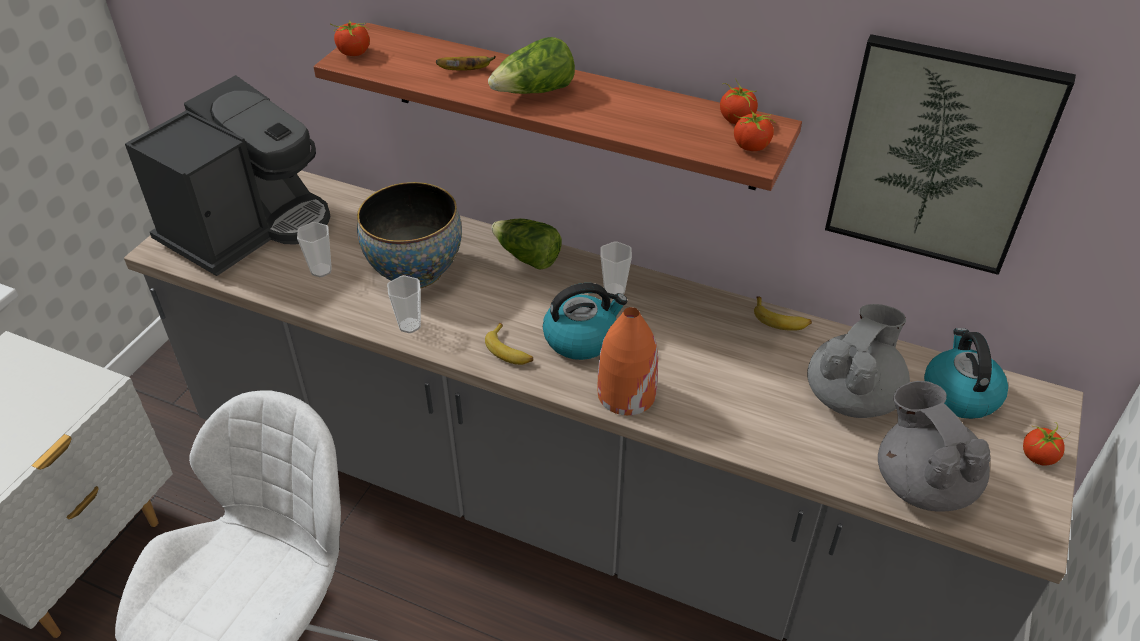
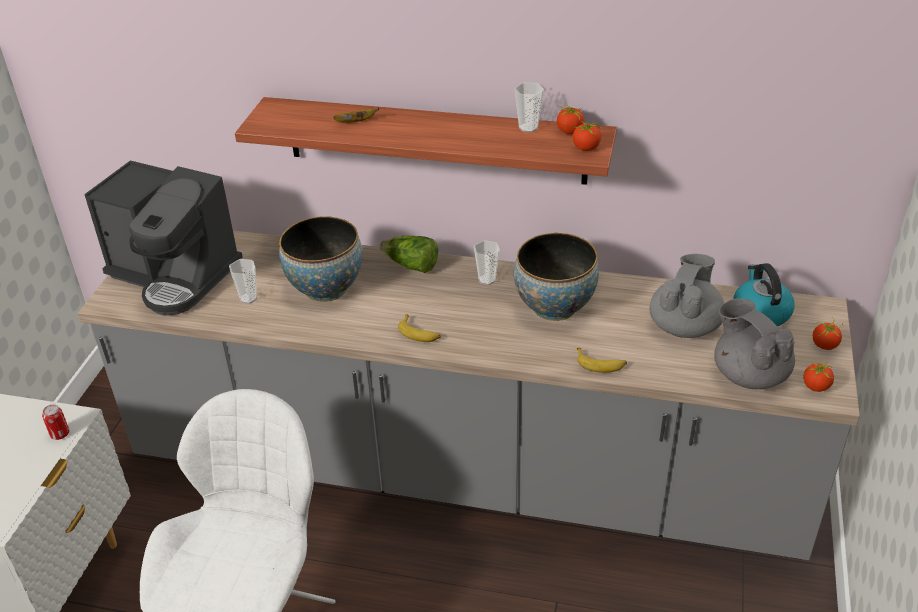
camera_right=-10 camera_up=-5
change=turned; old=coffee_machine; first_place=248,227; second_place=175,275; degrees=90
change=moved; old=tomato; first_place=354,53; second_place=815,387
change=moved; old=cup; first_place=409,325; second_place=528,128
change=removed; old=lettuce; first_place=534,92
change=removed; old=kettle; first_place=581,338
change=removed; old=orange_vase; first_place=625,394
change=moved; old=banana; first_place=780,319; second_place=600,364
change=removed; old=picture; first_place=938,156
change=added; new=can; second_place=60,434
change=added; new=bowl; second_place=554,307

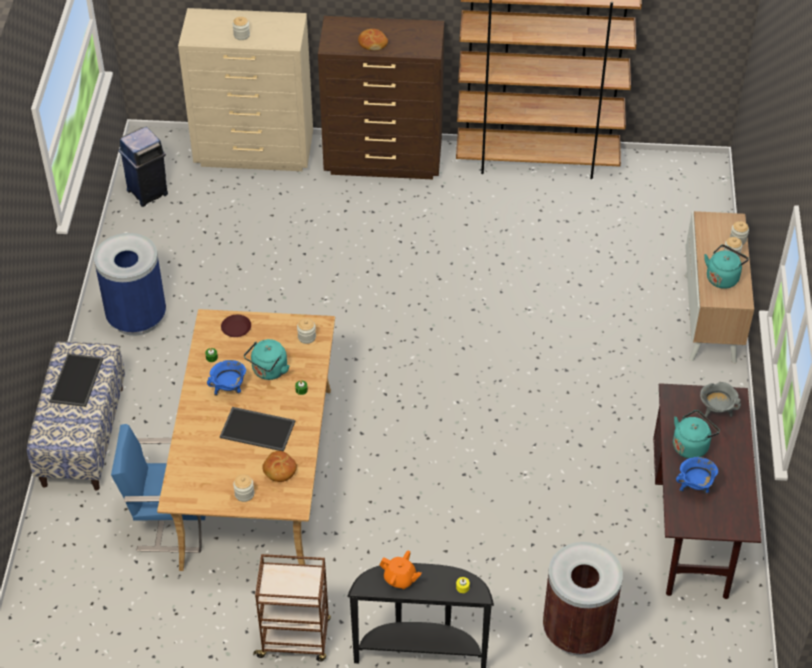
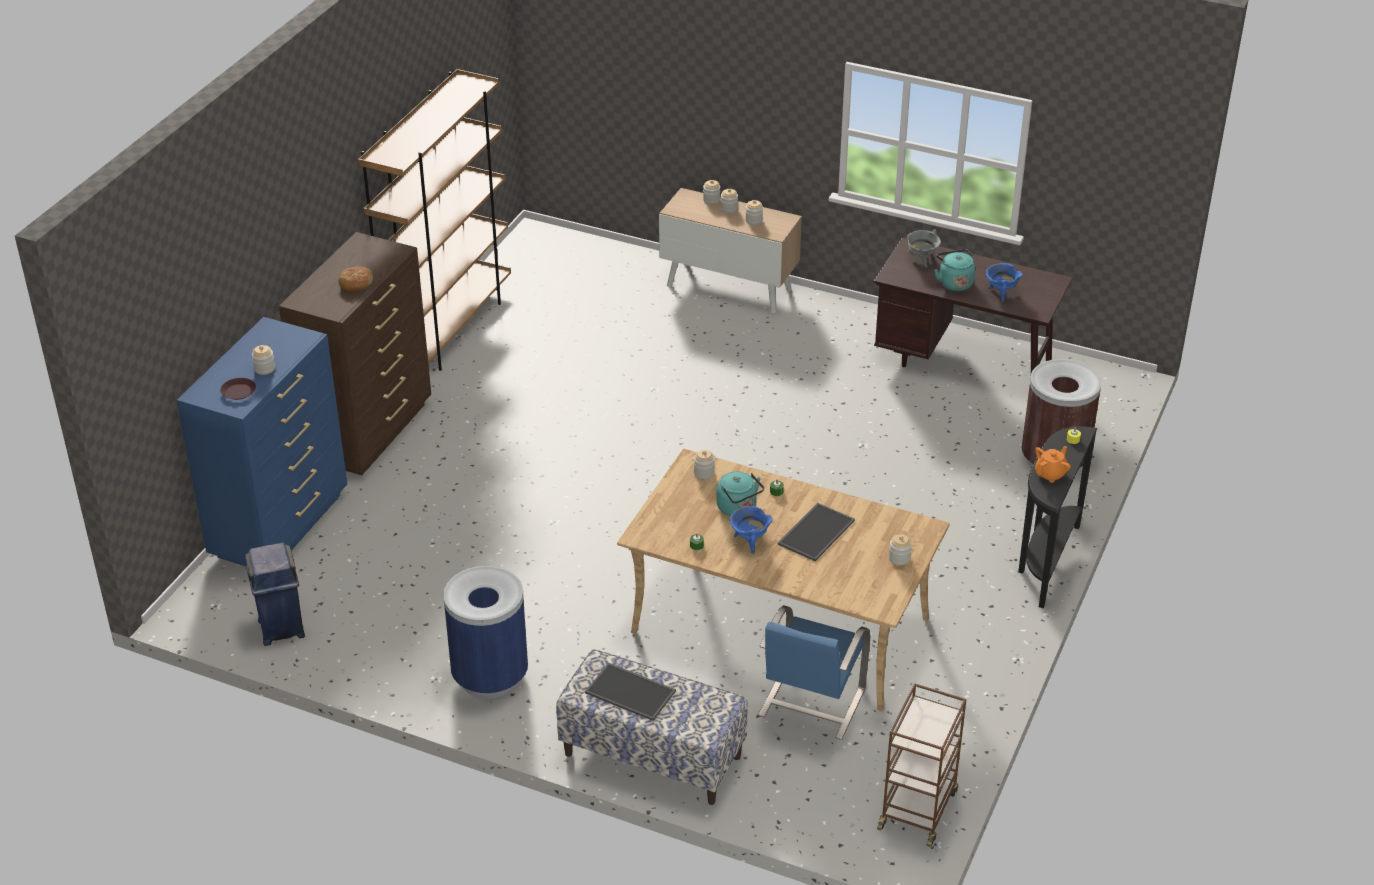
camera_right=-70 camera_up=-10
change=recoloured; old=beige_dresser; new=blue_dresser; first_place=255,153; second_place=281,525
change=moved; old=brown_plate; first_place=236,328; second_place=238,392
change=moved; old=brown_cart; first_place=295,639; second_place=918,809
change=removed; old=bread; first_place=279,470
change=replaced; old=turquoise_kettle; new=jar; first_place=723,277; second_place=754,220

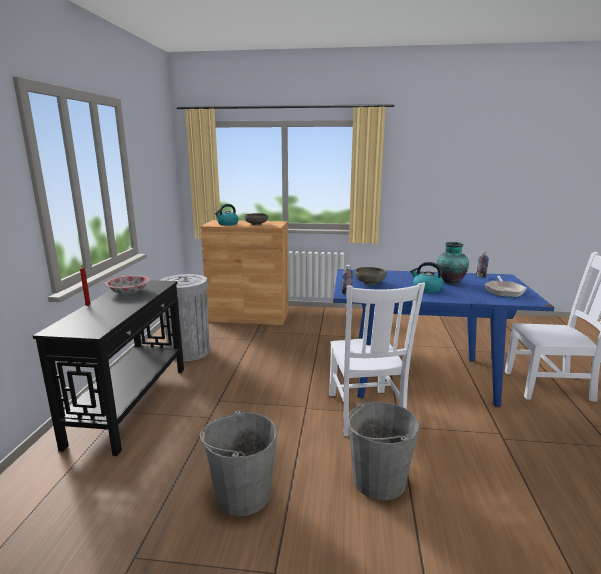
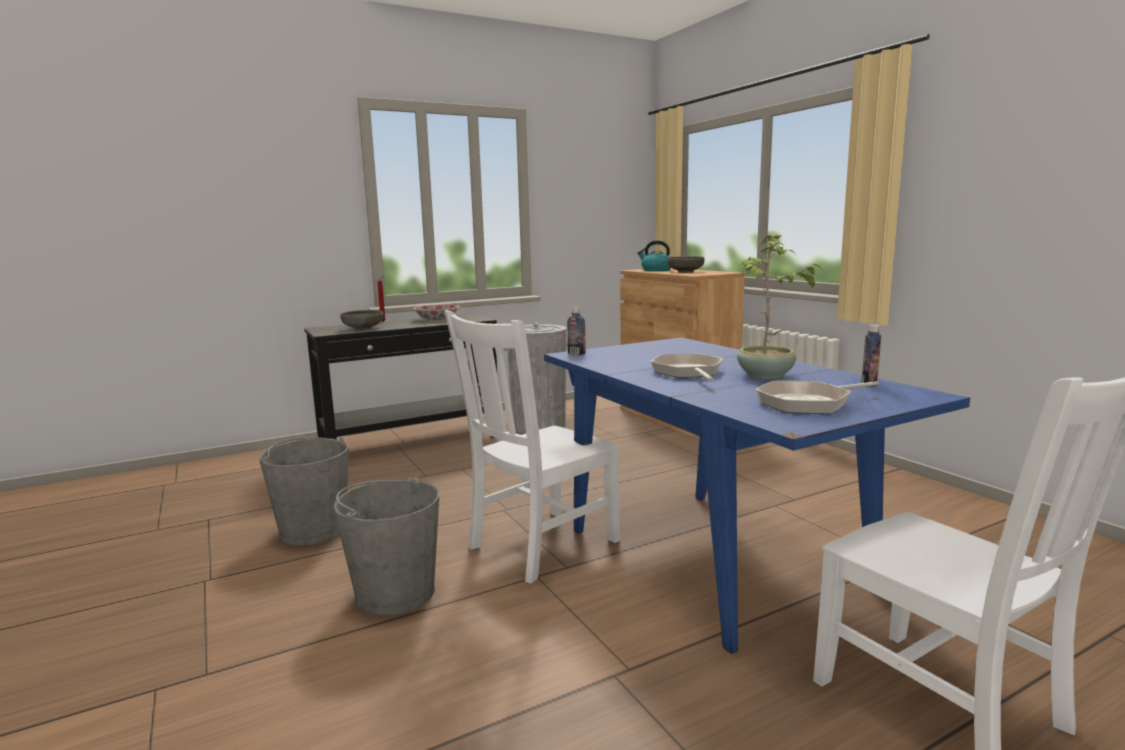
camera_right=55 camera_up=-5
change=moved; old=grey_bowl; first_place=370,283; second_place=363,329
change=replaced; old=kettle; new=frying_pan; first_place=426,289; second_place=688,372
change=replaced; old=vase; new=potted_plant; first_place=449,282; second_place=765,376

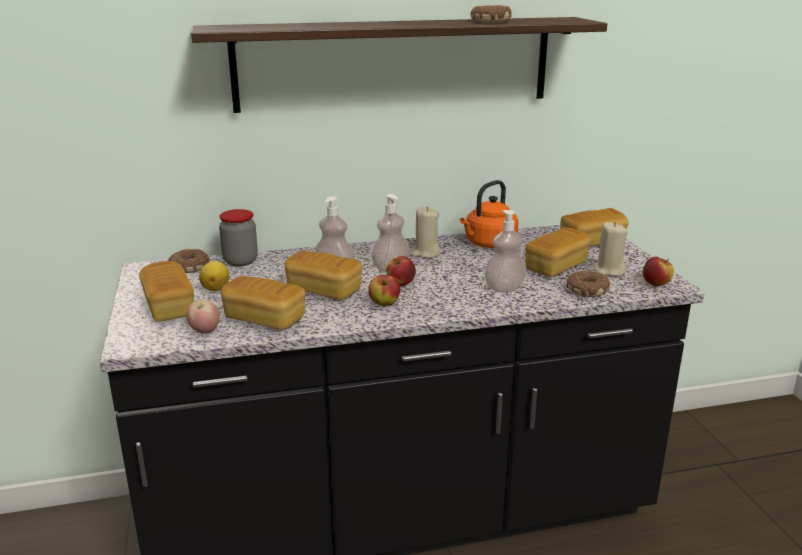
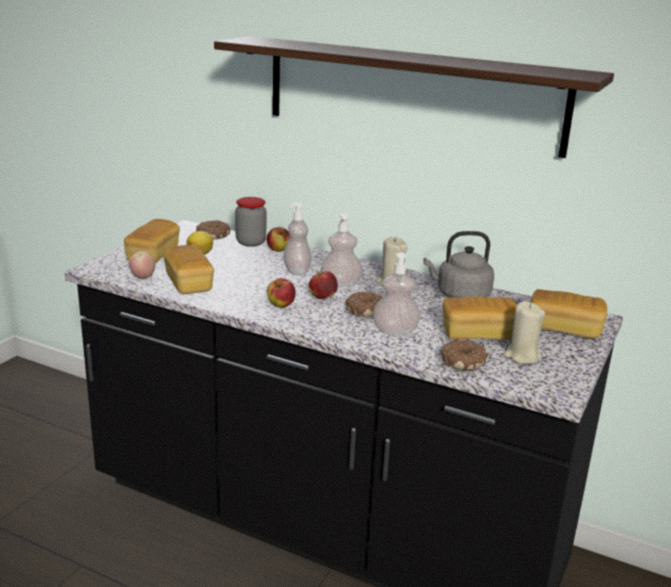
camera_right=40 camera_up=0
change=removed; old=bread; first_place=324,290
change=recoloured; old=orange_kettle; new=grey_kettle; first_place=488,244; second_place=460,295
change=moved; old=donut; first_place=490,21; second_place=365,310
change=moved; old=apple; first_place=656,284; second_place=278,250

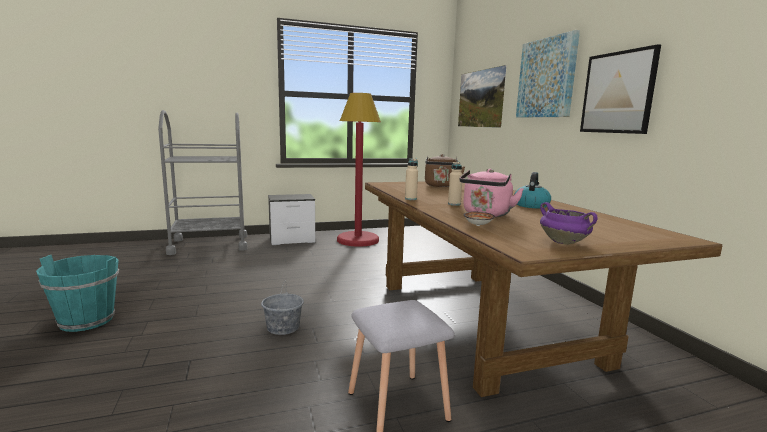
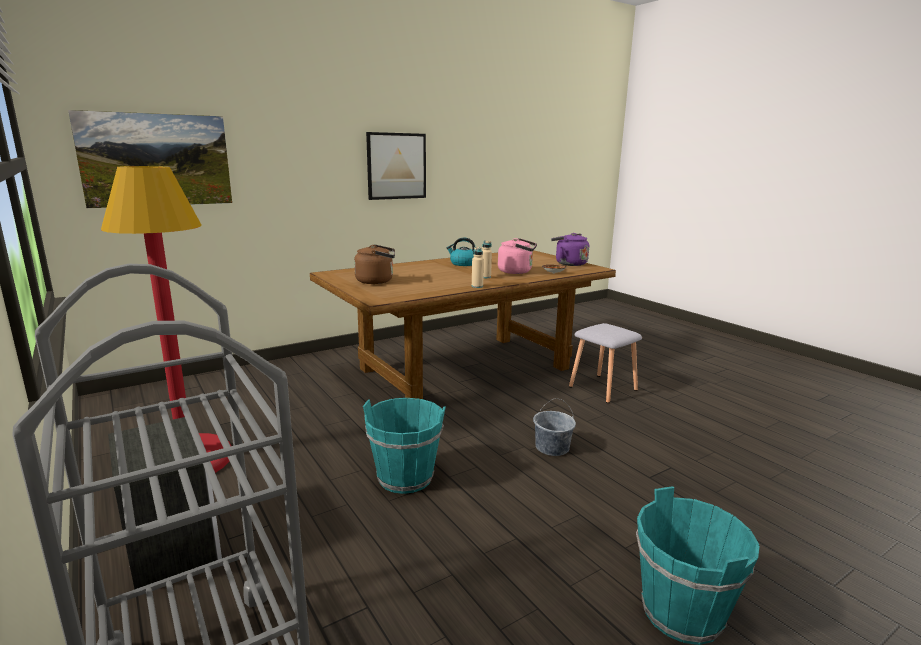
camera_right=-105 camera_up=5
change=removed; old=picture; first_place=546,78
change=replaced; old=purple_cooking_pot; new=purple_kettle; first_place=564,242; second_place=569,263
change=added; new=turquoise_bucket; second_place=405,478

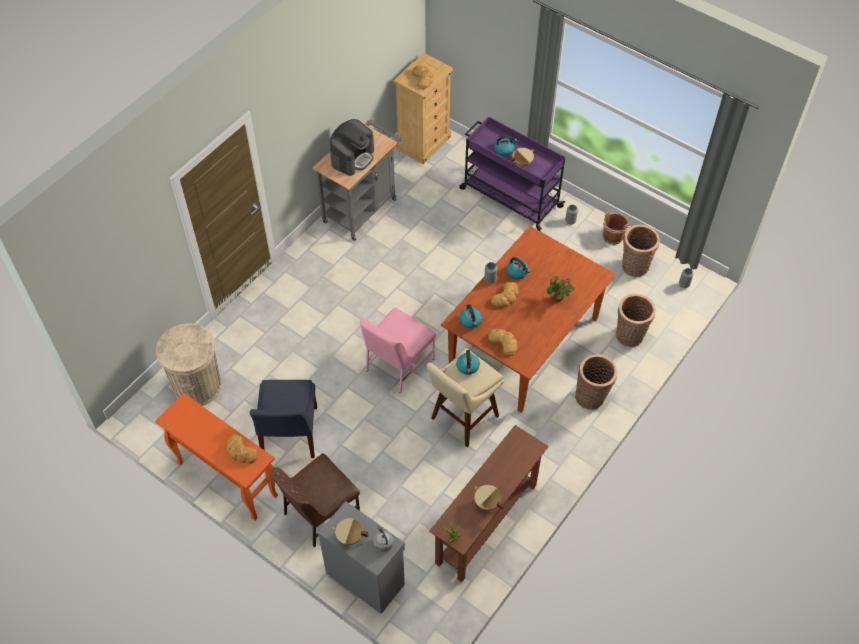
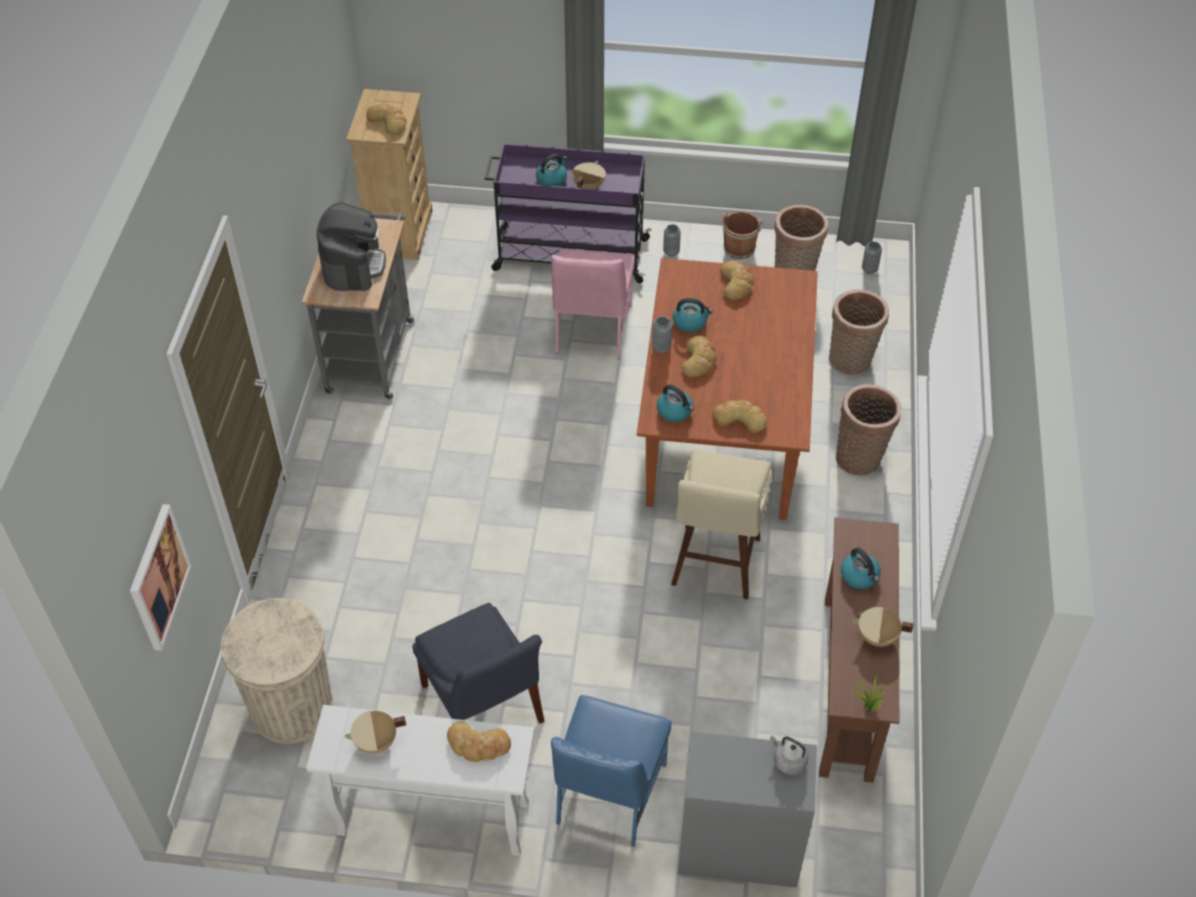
camera_right=-30 camera_up=-5
change=recoloured; old=orange_console_table; new=white_console_table; first_place=226,479; second_place=432,819
change=recoloured; old=brown_chair; new=blue_chair; first_place=320,513; second_place=608,794
change=moved; old=beige_cooking_pot; first_place=350,537; second_place=376,742
change=moved; old=pink_chair; first_place=398,365; second_place=591,330
change=moved; old=kettle; first_place=468,367; second_place=860,576
change=removed; old=potted_plant; first_place=558,298
change=added; new=picture; second_place=158,577
change=added; new=bread; second_place=736,283

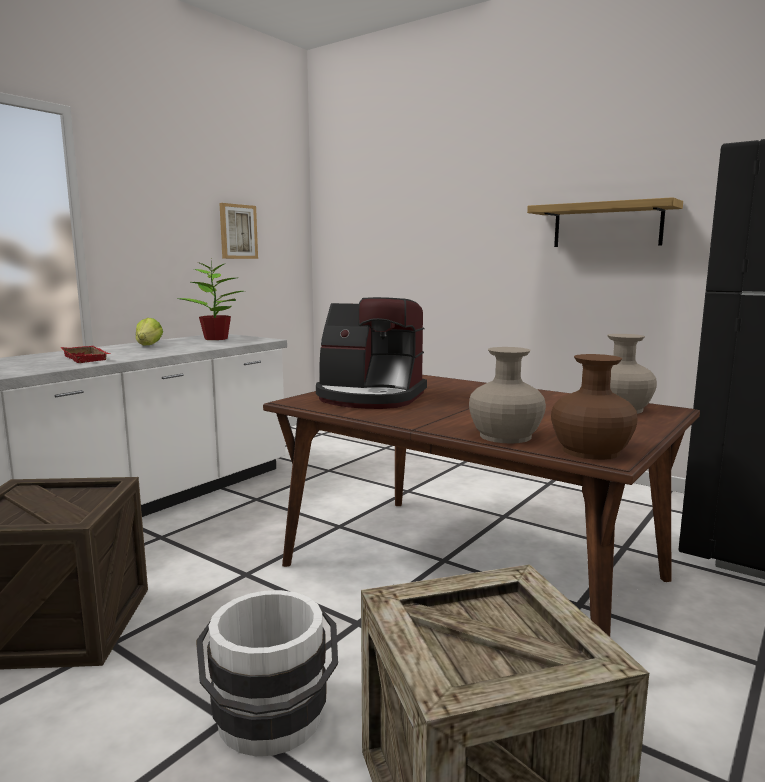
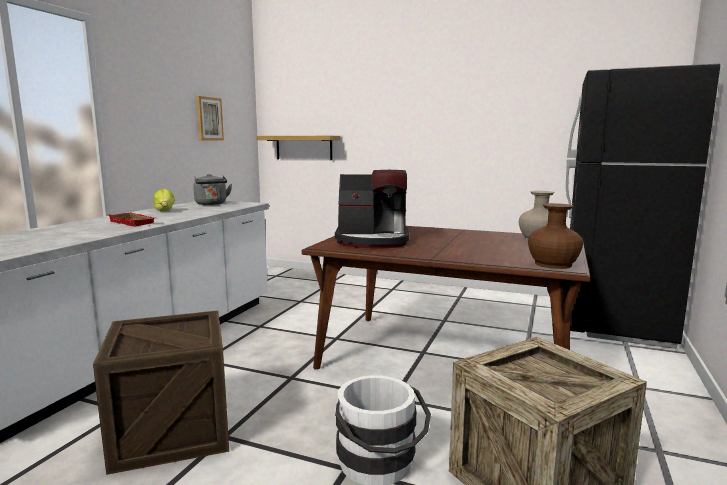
camera_right=-15 camera_up=0
change=replaced; old=potted_plant; new=grey_kettle; first_place=217,339; second_place=211,204
change=removed; old=beige_vase; first_place=505,436
change=moved; old=shelf; first_place=607,225; second_place=304,147

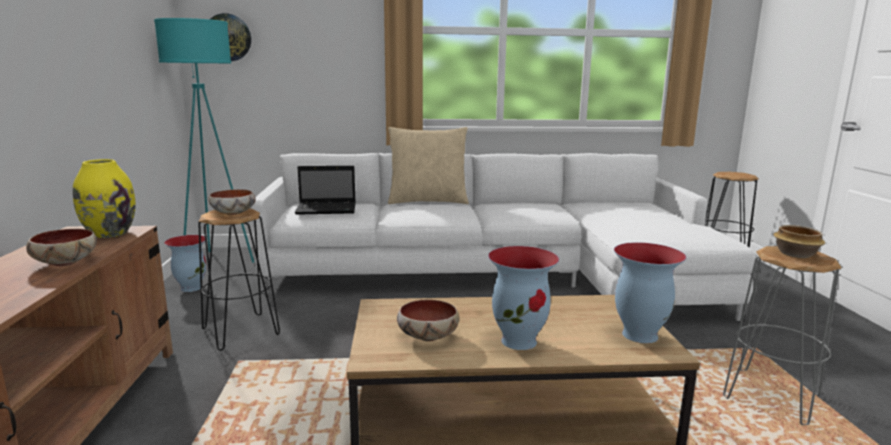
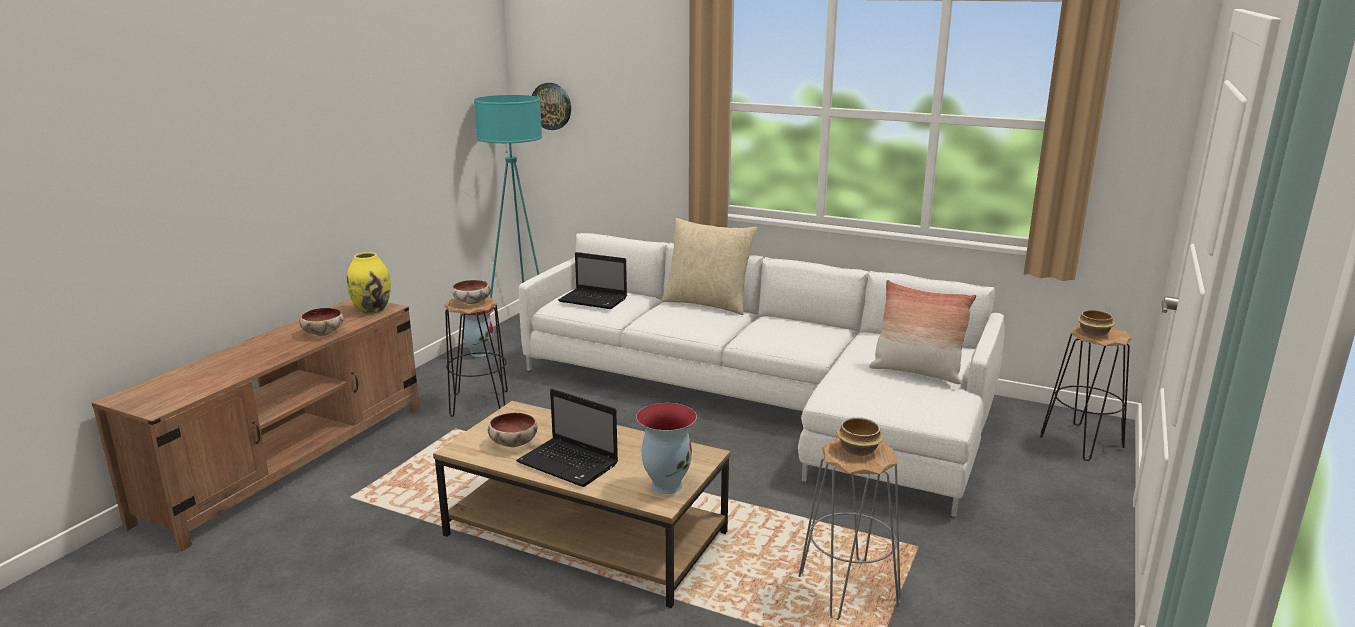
camera_right=30 camera_up=5
change=replaced; old=vase; new=laptop; first_place=519,341; second_place=569,464
change=added; new=pillow; second_place=916,372
change=added; new=bowl; second_place=1094,333

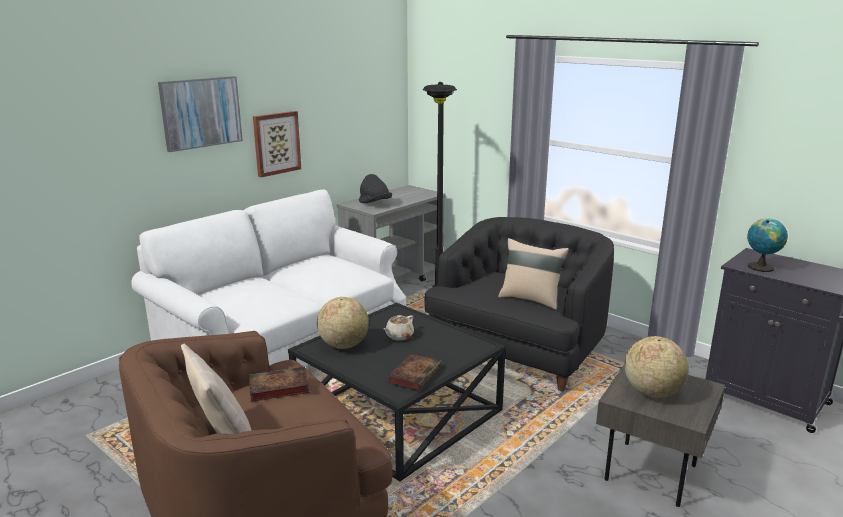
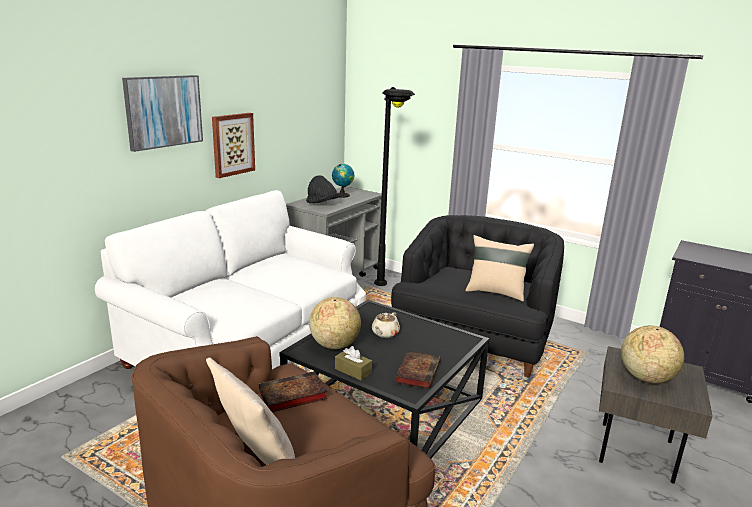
camera_right=-10 camera_up=0
change=moved; old=globe; first_place=761,267; second_place=342,195
change=added; new=brown_tissue_box; second_place=353,371

